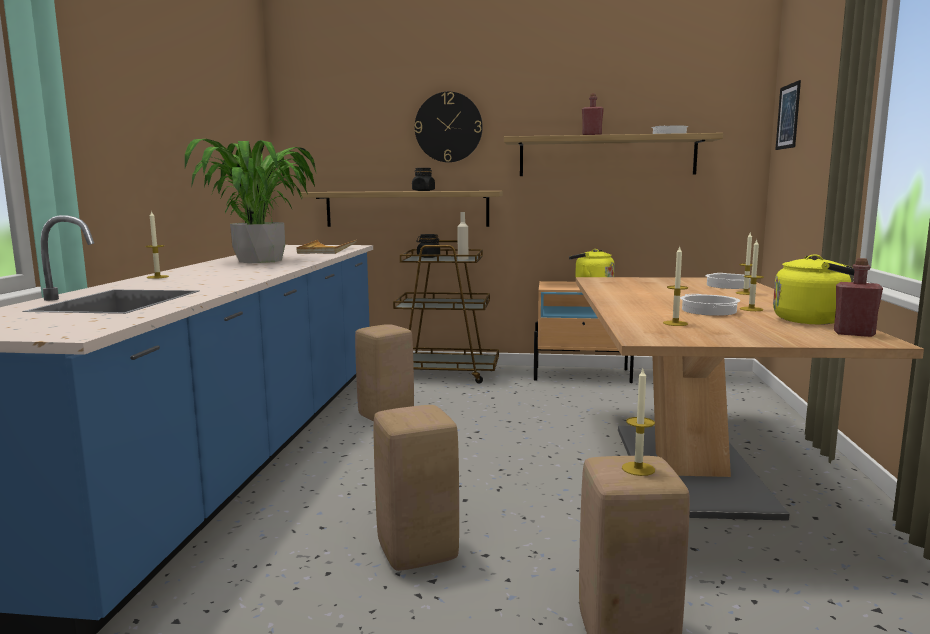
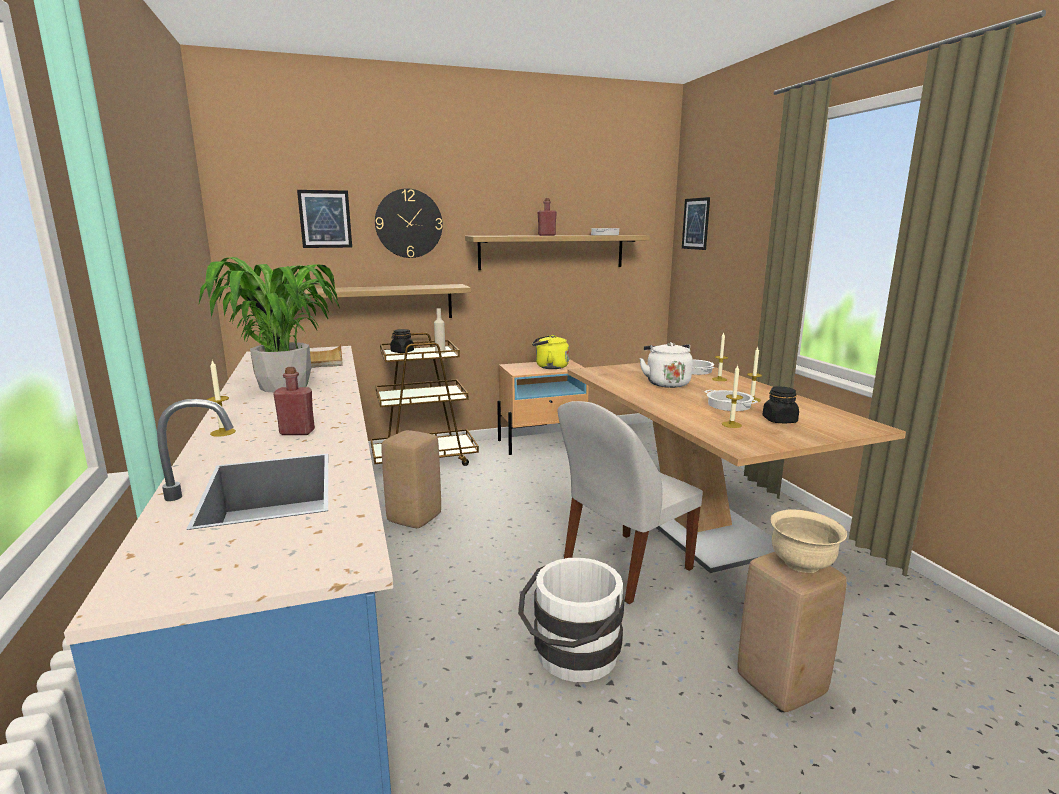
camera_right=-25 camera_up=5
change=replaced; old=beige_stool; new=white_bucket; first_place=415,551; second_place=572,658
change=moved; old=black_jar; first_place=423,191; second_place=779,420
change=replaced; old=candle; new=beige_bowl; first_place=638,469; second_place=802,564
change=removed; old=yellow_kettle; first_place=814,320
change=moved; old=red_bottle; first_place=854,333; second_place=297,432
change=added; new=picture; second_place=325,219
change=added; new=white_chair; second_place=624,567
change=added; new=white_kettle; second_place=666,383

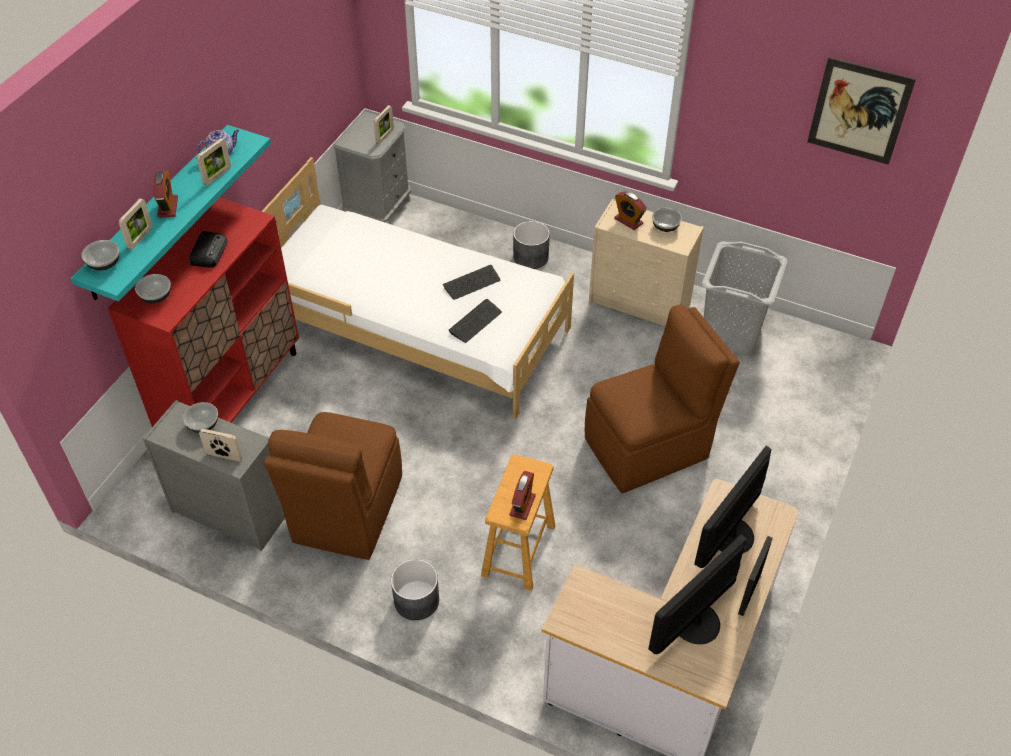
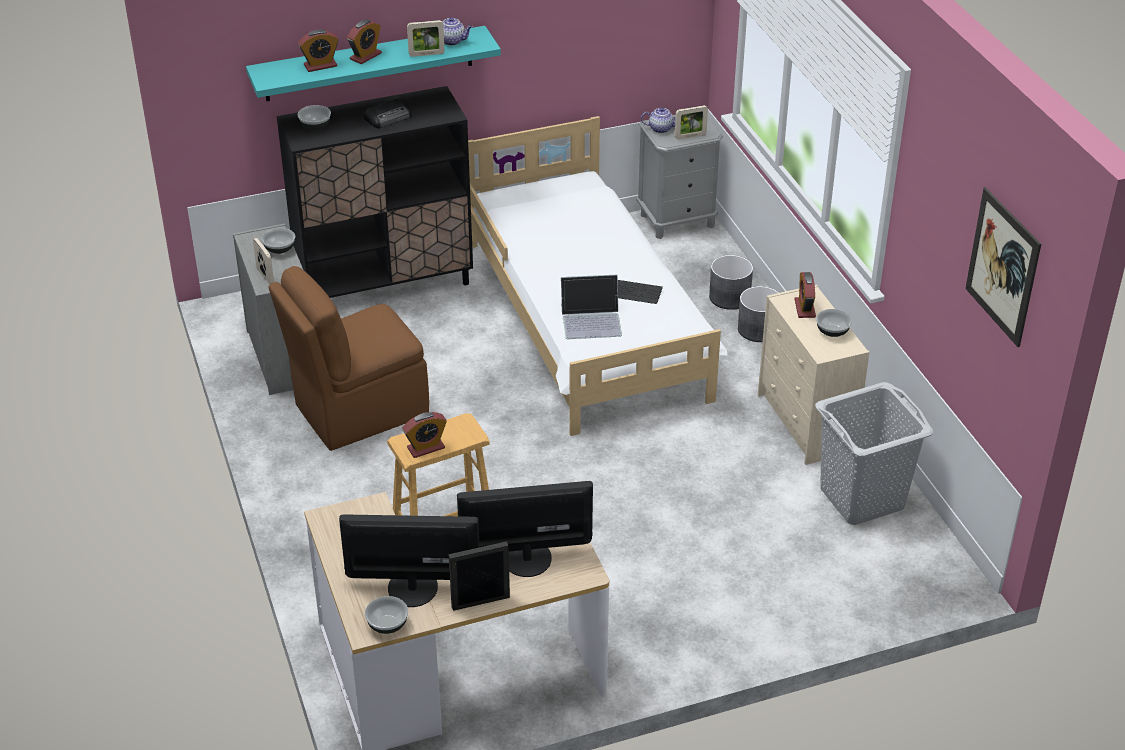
camera_right=45 camera_up=-10
change=moved; old=bowl; first_place=104,264; second_place=387,625
change=recoloured; old=red_cabinet; new=black_cabinet; first_place=232,395; second_place=385,283
change=replaced; old=picture_frame; new=alarm_clock; first_place=140,238; second_place=320,65
change=moved; old=grey_planter; first_place=417,600; second_place=729,298
change=replaced; old=keyboard; new=laptop; first_place=475,322; second_place=591,320
change=removed; old=brown_chair; first_place=649,447
change=added; new=teapot; second_place=661,128

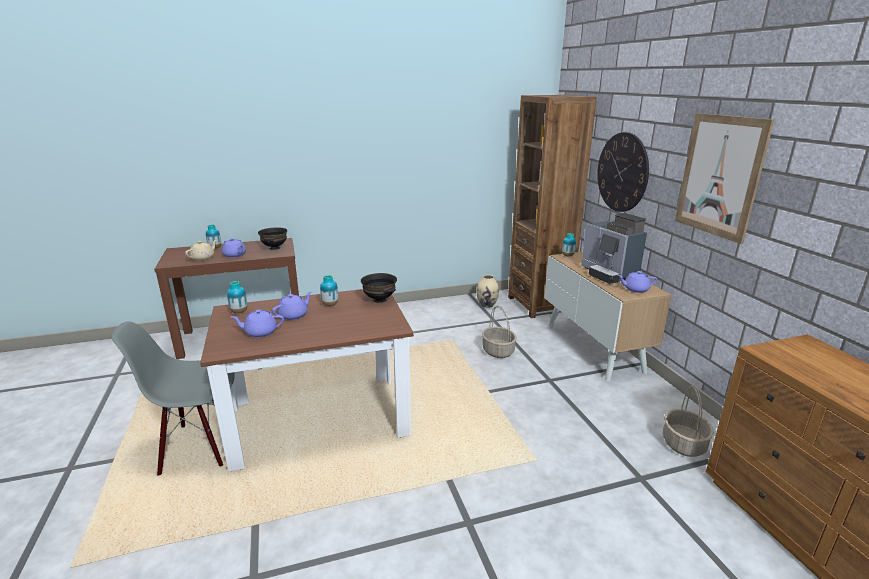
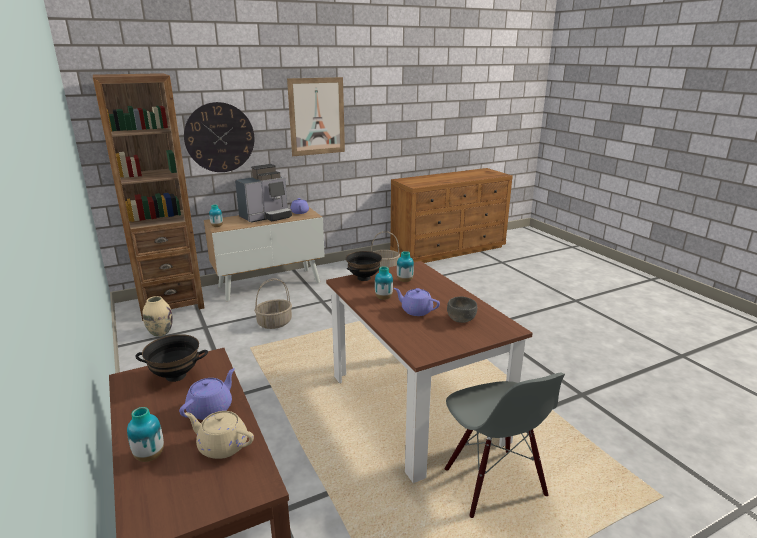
camera_right=-100 camera_up=0
change=moved; old=vase; first_place=239,312; second_place=404,281
change=replaced; old=purple_teapot; new=grey_bowl; first_place=260,332; second_place=461,319

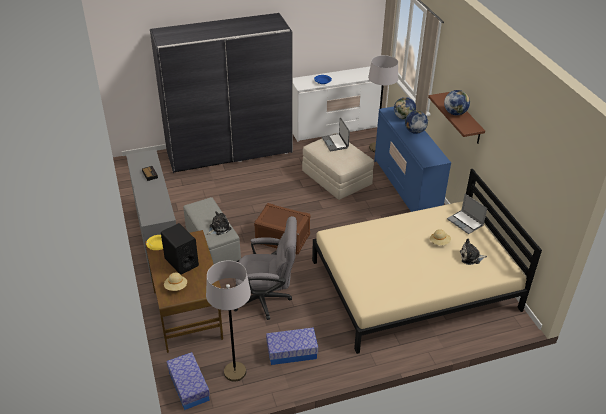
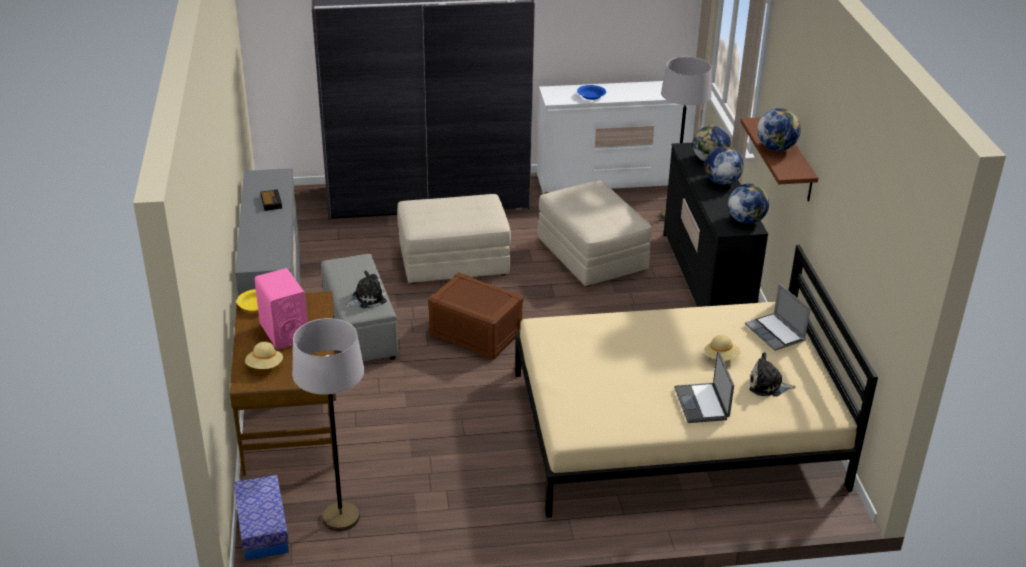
camera_right=10 camera_up=-5
change=recoloured; old=black_speaker; new=pink_speaker; first_place=181,262; second_place=284,332
change=removed; old=grey_office_chair; first_place=267,299
change=removed; old=storage_box; first_place=292,352
change=moved; old=laptop; first_place=335,143; second_place=702,404
change=recoloured; old=blue_dresser; new=black_dresser; first_place=406,188; second_place=705,281
change=added; new=beige_ottoman; second_place=454,260
change=added; new=globe; second_place=746,220

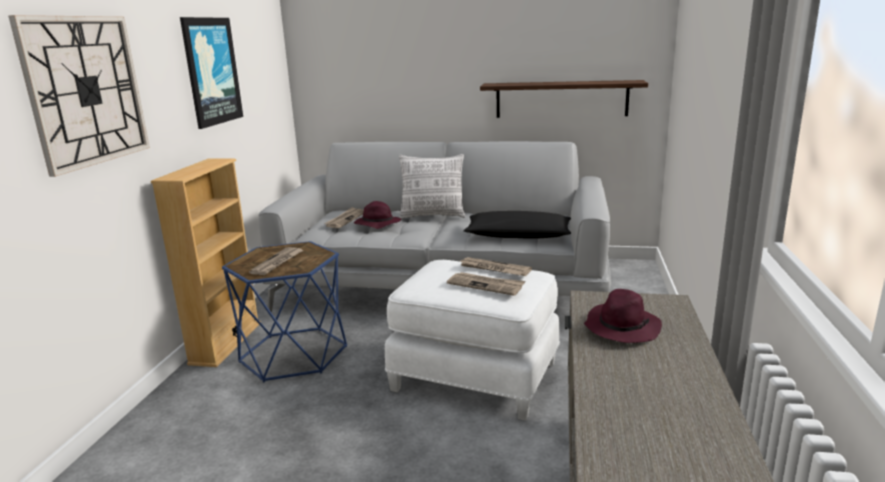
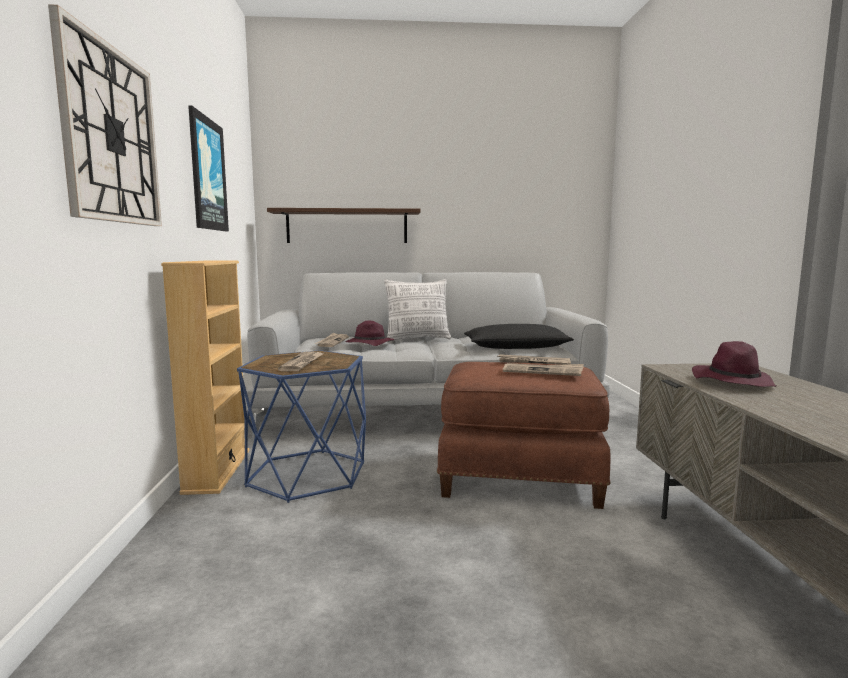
camera_right=-15 camera_up=-10
change=recoloured; old=white_ottoman; new=brown_ottoman; first_place=476,375; second_place=519,476
change=moved; old=shelf; first_place=561,99; second_place=347,226

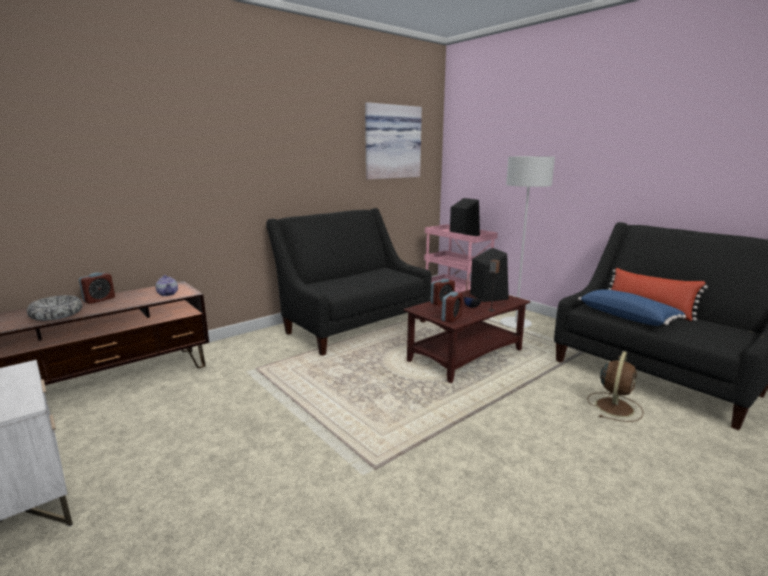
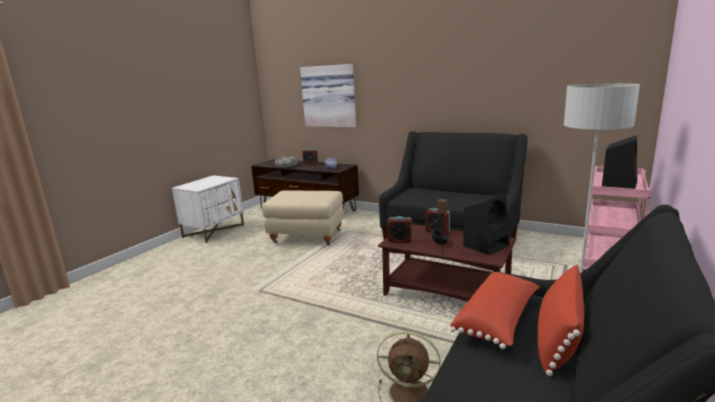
camera_right=70 camera_up=0
change=moved; old=picture; first_place=391,142; second_place=329,96
change=recoloured; old=blue_pillow; new=red_pillow; first_place=627,317; second_place=498,320
change=added; new=beige_ottoman; second_place=306,238

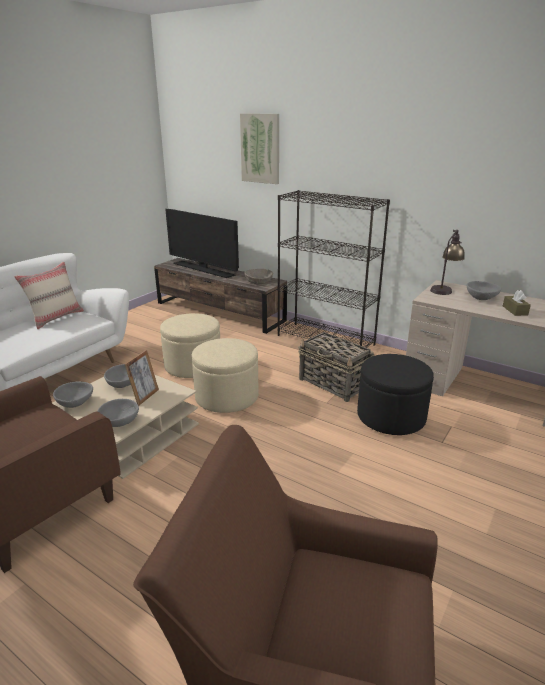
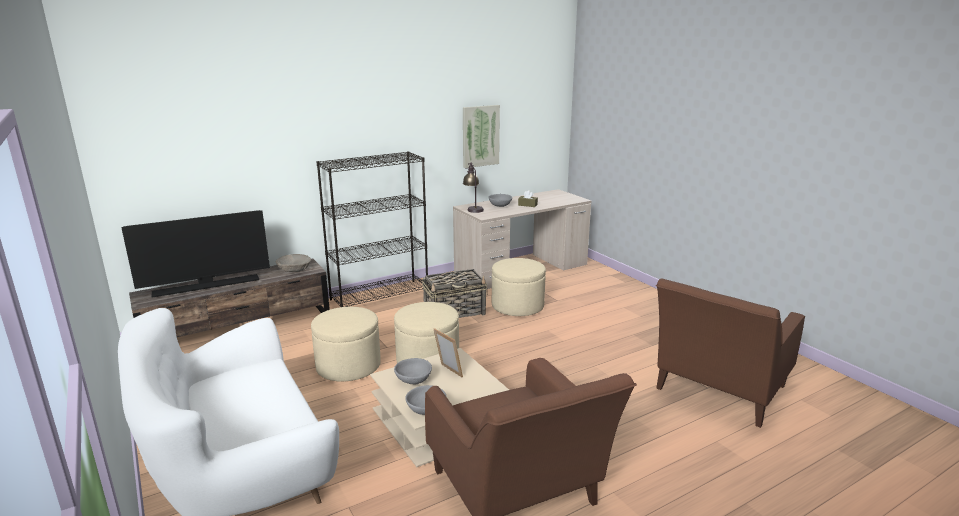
camera_right=-65 camera_up=-5
change=removed; old=beige_pillow; first_place=56,318
change=removed; old=grey_bowl; first_place=120,422
change=moved; old=picture; first_place=260,148; second_place=480,136
change=recoloured; old=black_ottoman; new=beige_ottoman; first_place=391,417; second_place=517,306

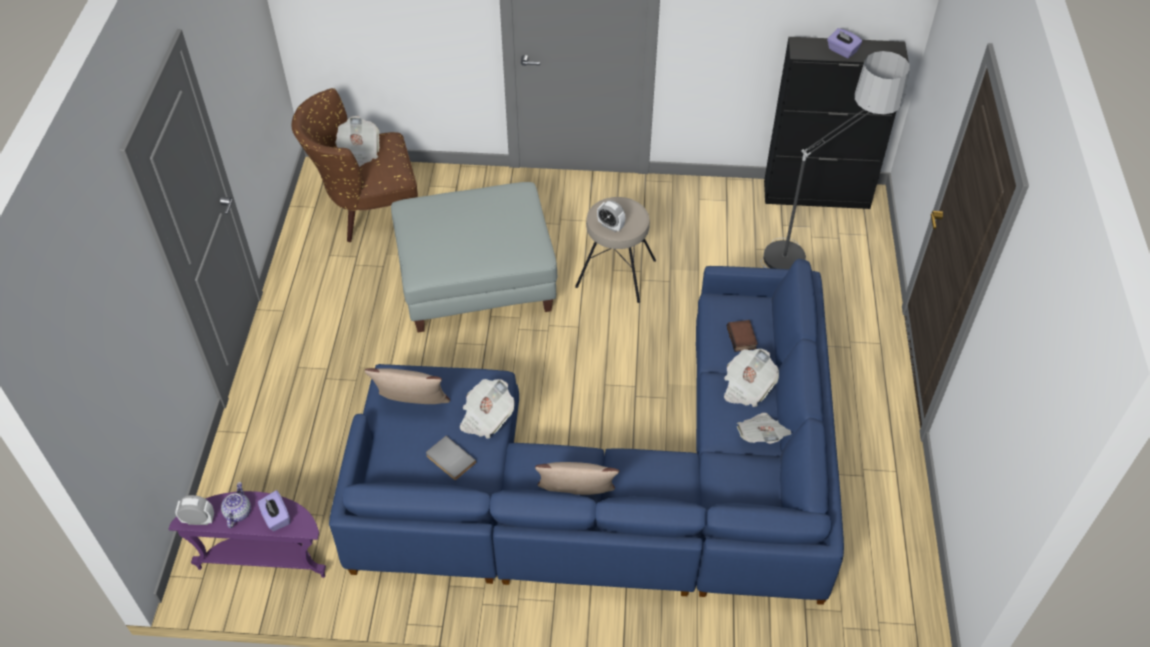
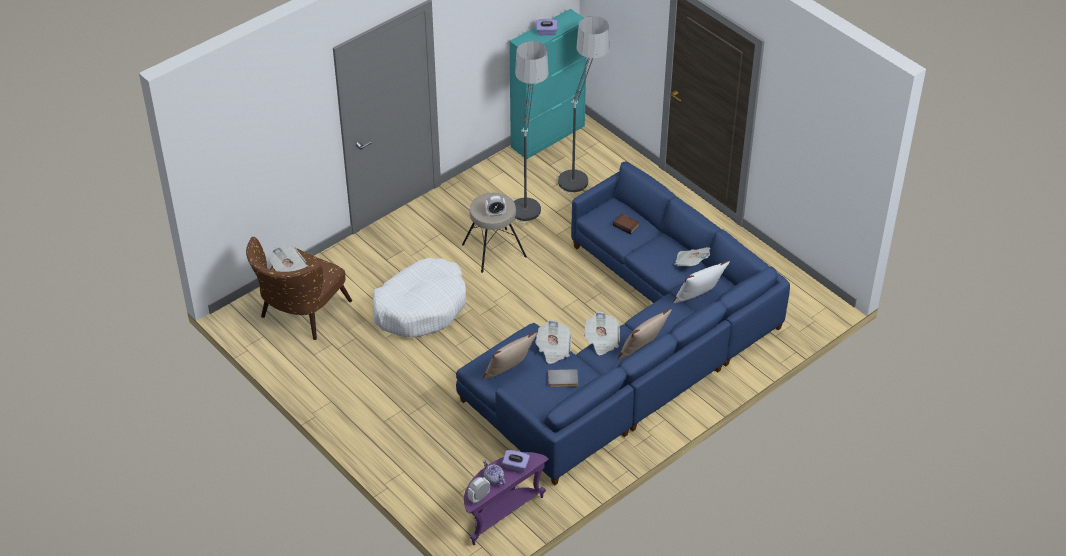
camera_right=-45 camera_up=-5
change=replaced; old=grey_ottoman; new=white_dog_bed; first_place=475,280; second_place=420,307
change=moved; old=newspaper; first_place=747,387; second_place=602,341
change=recoloured; old=black_cabinet; new=turquoise_cabinet; first_place=817,195; second_place=548,136
change=added; new=floor_lamp; second_place=527,194
change=added; new=white_pillow; second_place=698,298

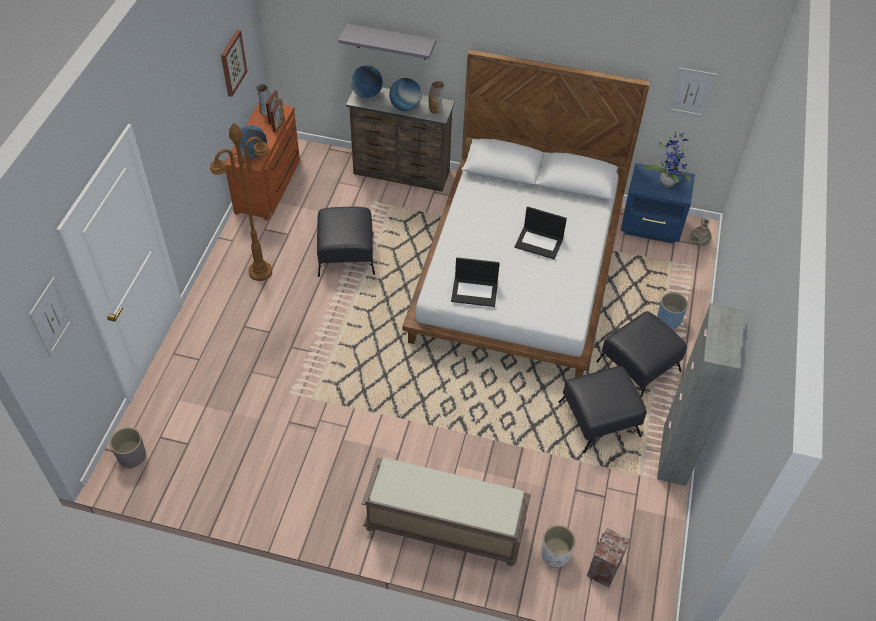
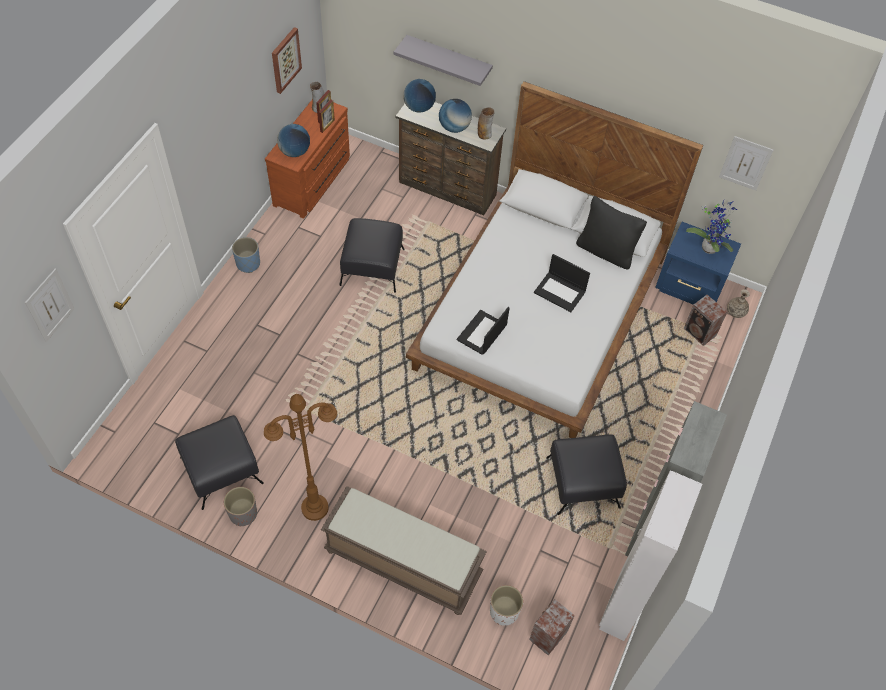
camera_right=10 camera_up=5
change=moved; old=grey_planter; first_place=132,456; second_place=243,513
change=moved; old=brown_floor_lamp; first_place=260,272; second_place=314,508
change=turned; old=laptop; first_place=475,291; second_place=482,333; degrees=105
change=moved; old=black_ottoman; first_place=637,366; second_place=221,470
change=moved; old=blue_planter; first_place=669,320; second_place=248,264
change=added; new=black_pillow; second_place=606,251
change=added; new=white_wardrobe; second_place=621,605
change=added; new=speaker; second_place=700,333

